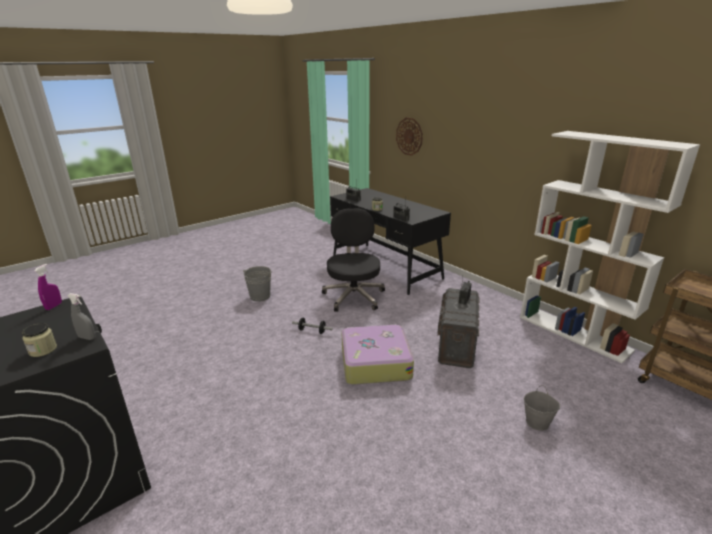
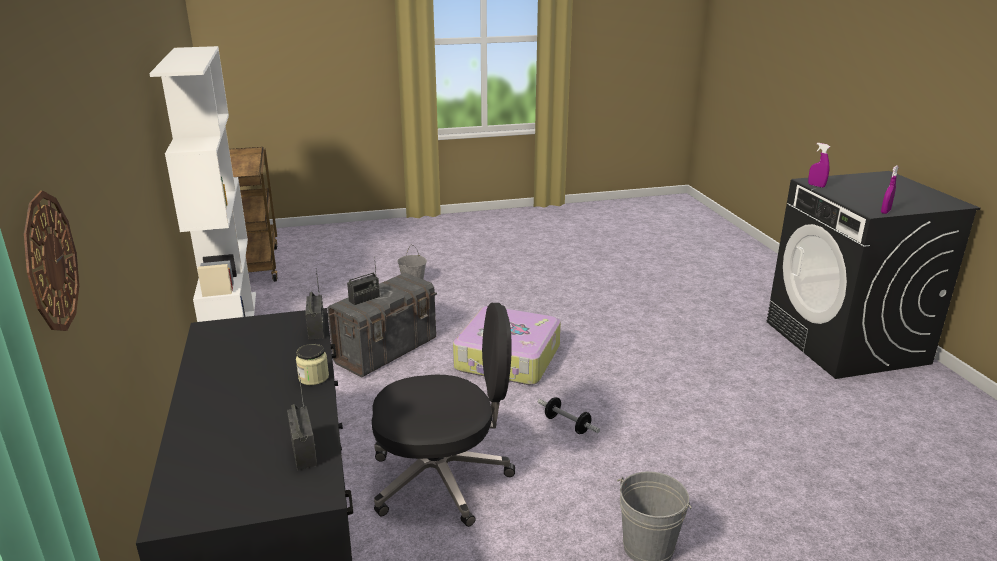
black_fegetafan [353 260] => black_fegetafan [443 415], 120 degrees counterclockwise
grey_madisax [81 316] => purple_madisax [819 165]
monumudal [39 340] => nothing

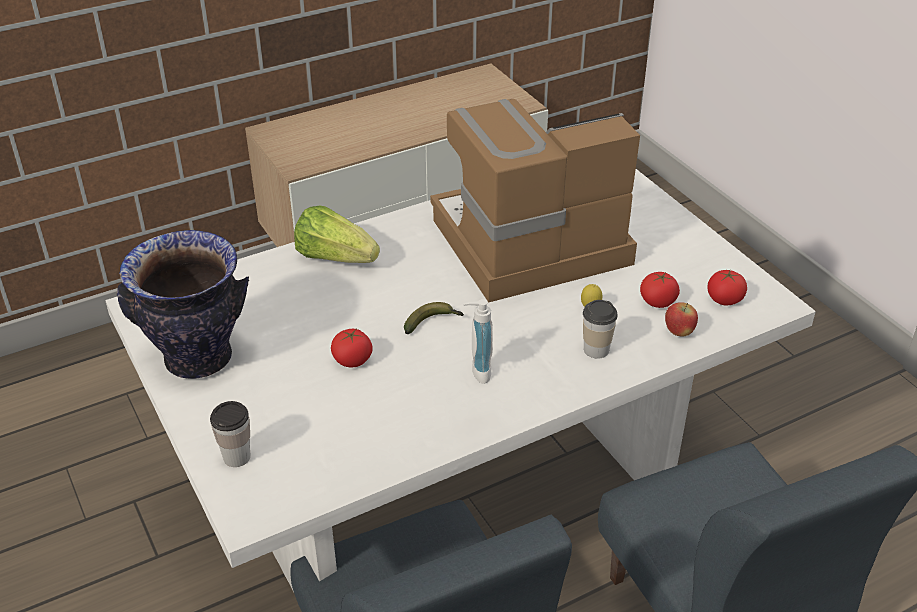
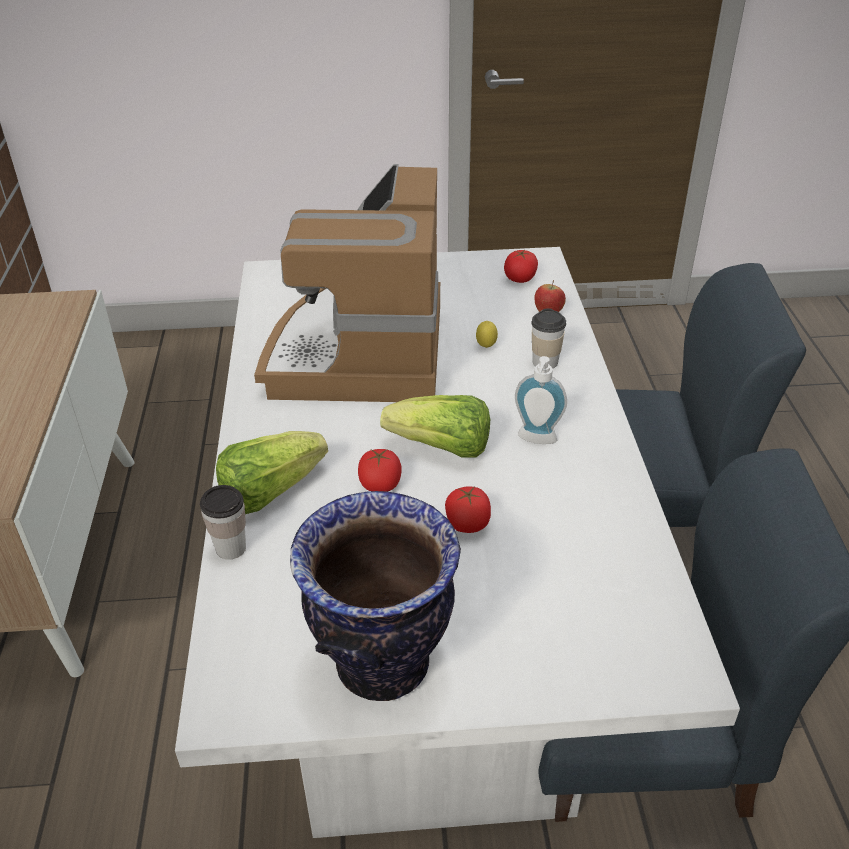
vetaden [230 434] => vetaden [223 522], shifted
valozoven [660 290] => valozoven [380 470], shifted
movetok [434 318] => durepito [435 426]

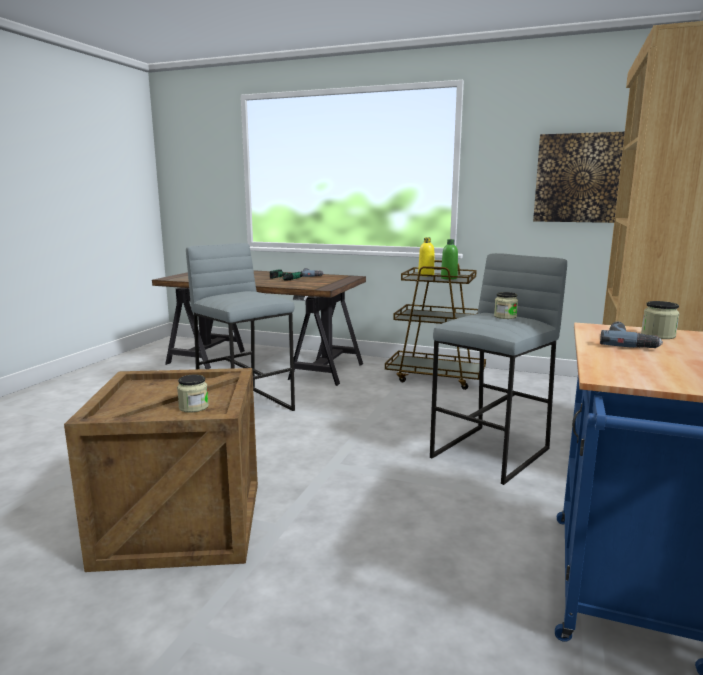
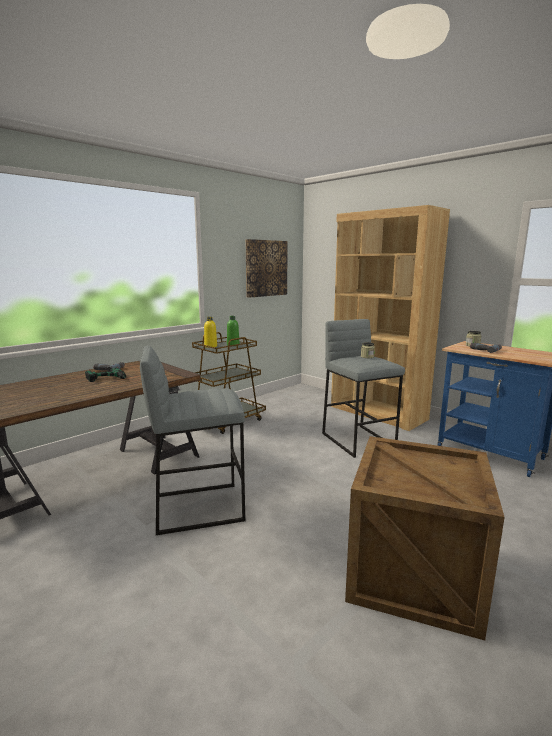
monumudal [193 393] => nothing

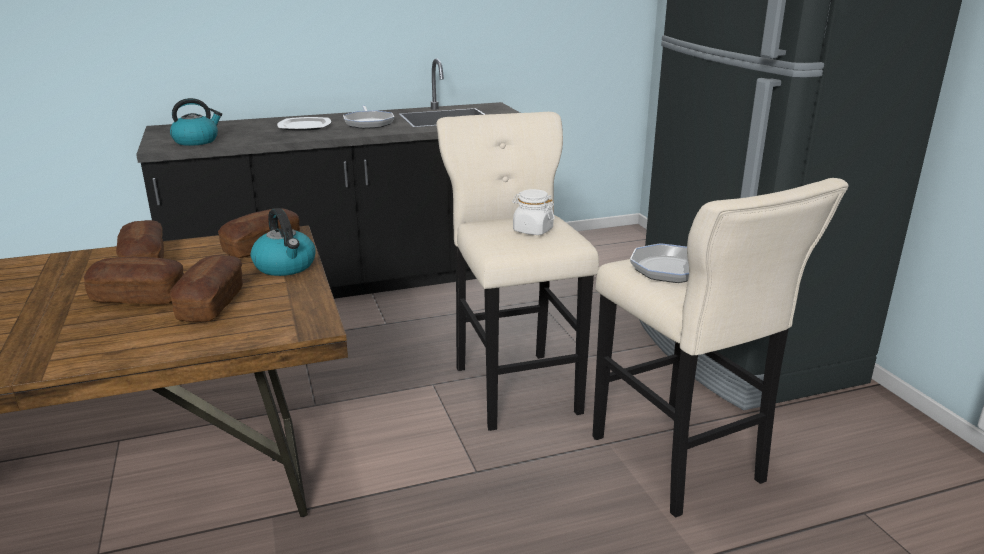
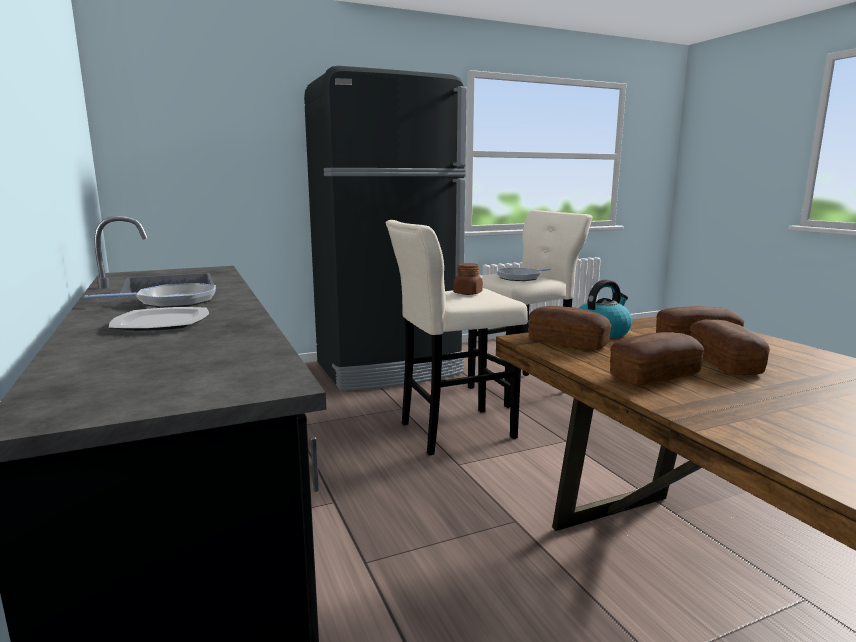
white_monumudal [533 212] => brown_monumudal [468 279]
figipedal [196 122] => nothing

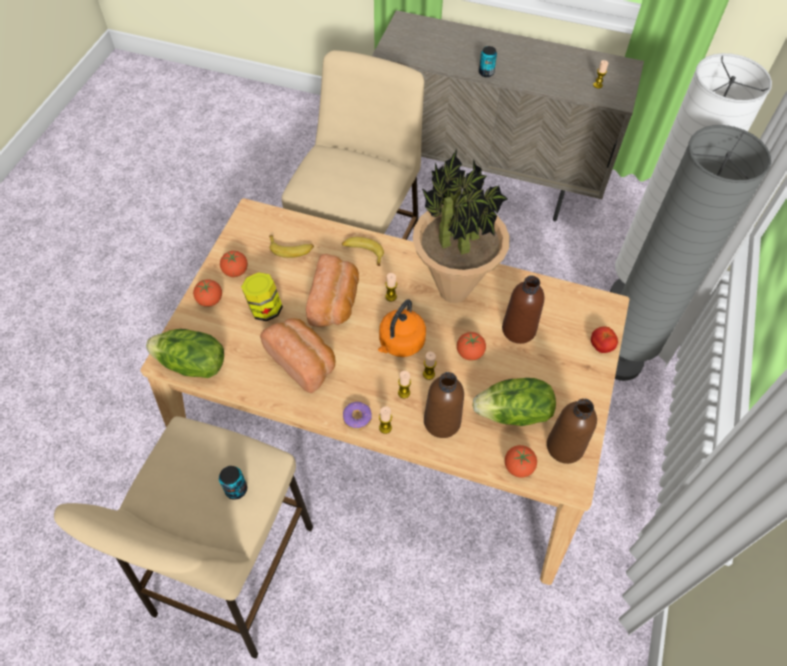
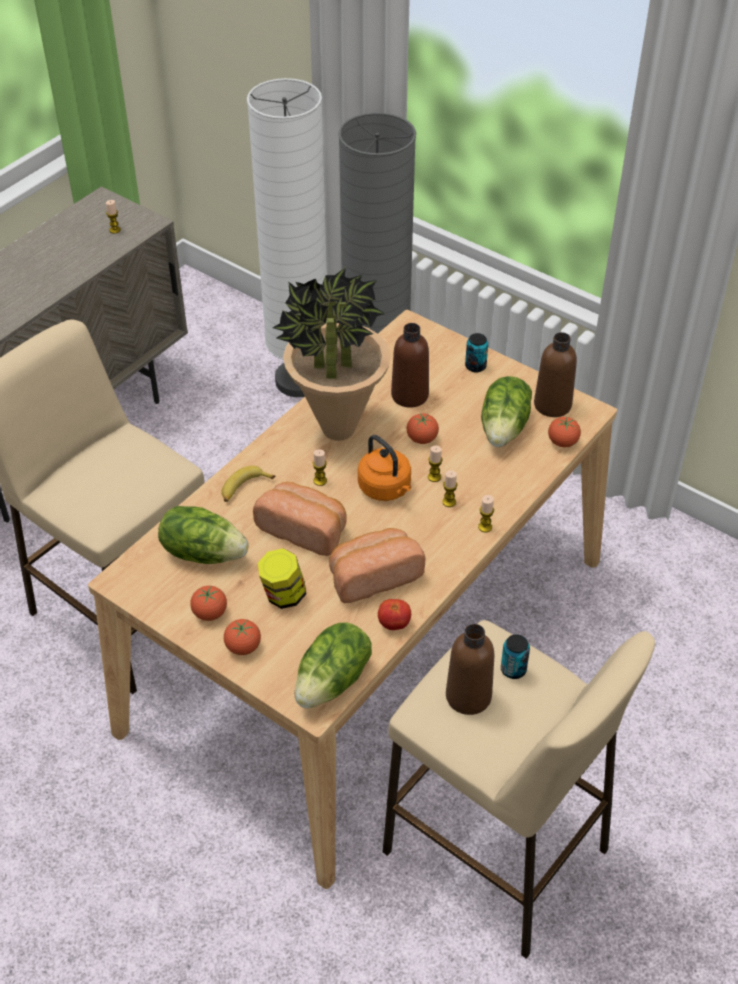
movetok [291 246] => durepito [203 535]
valozoven [604 340] => valozoven [394 614], shifted
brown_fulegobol [444 405] => brown_fulegobol [470 669], shifted
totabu [488 61] => totabu [476 353], shifted
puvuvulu [357 416] => nothing

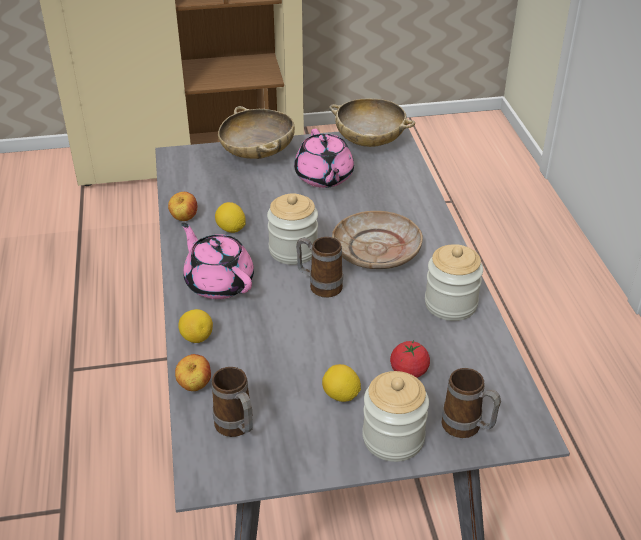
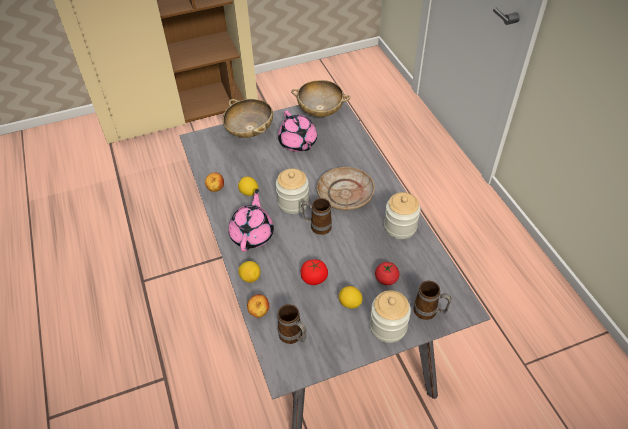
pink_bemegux [217 260] => pink_bemegux [251 220], 60 degrees clockwise
nothing => valozoven [314 272]

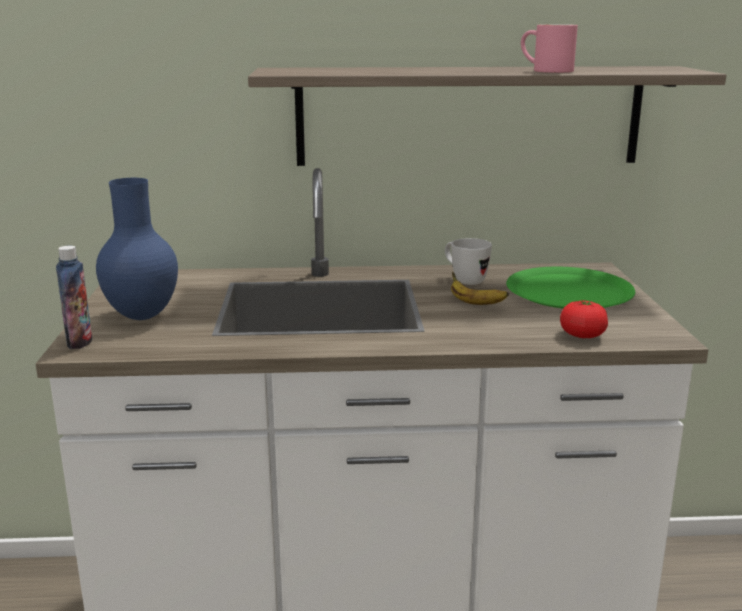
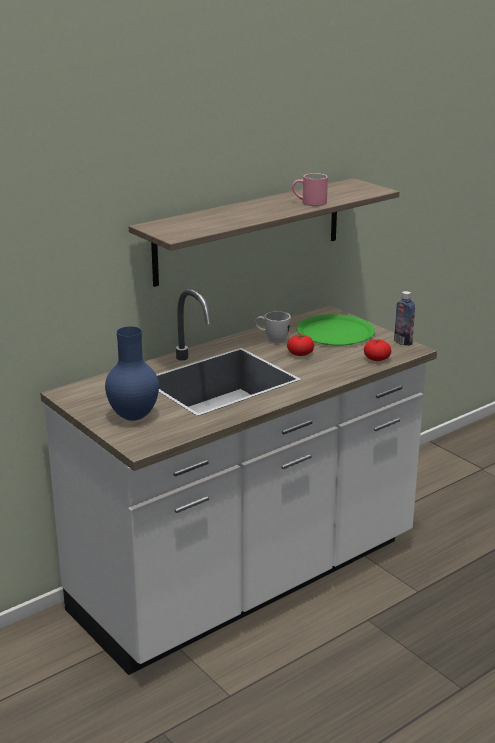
movetok [480 288] => valozoven [300 345]
fulegobol [74 297] => fulegobol [404 318], shifted

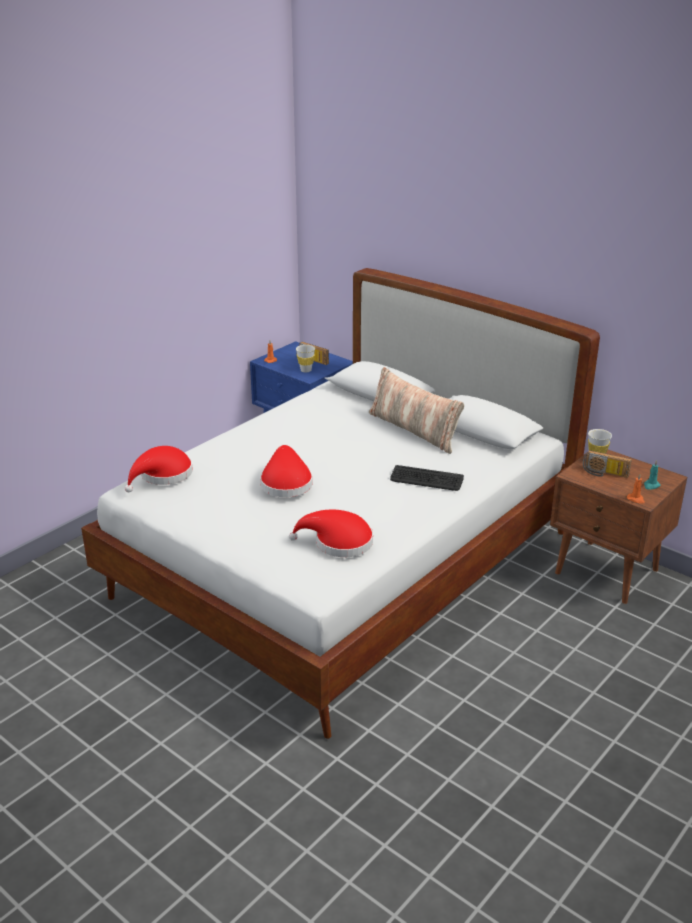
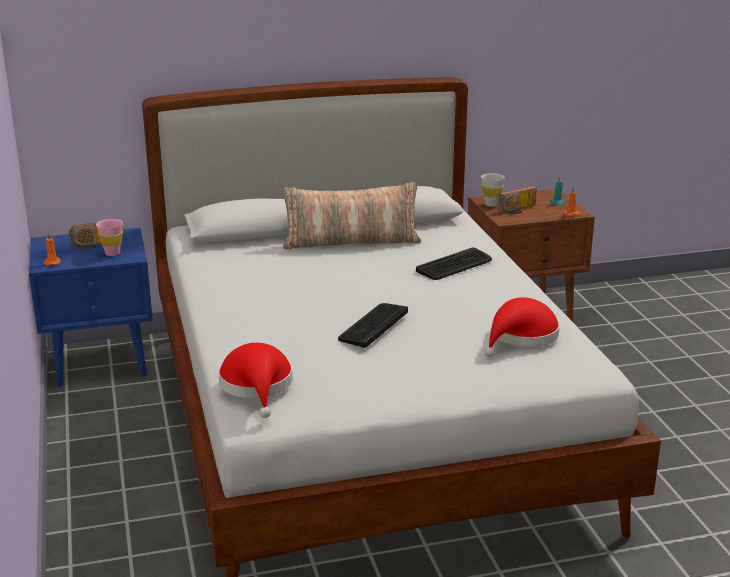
white_vetaden [305 359] => pink_vetaden [109 237]
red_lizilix [286 471] => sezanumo [373 325]

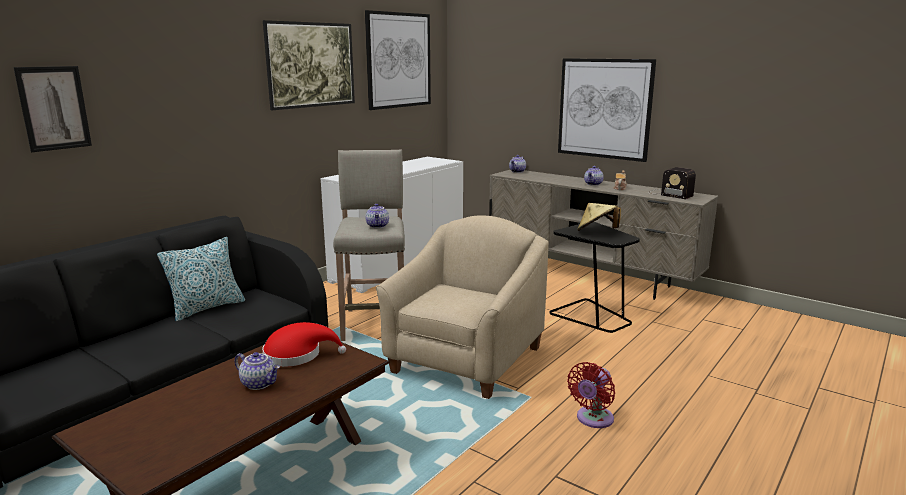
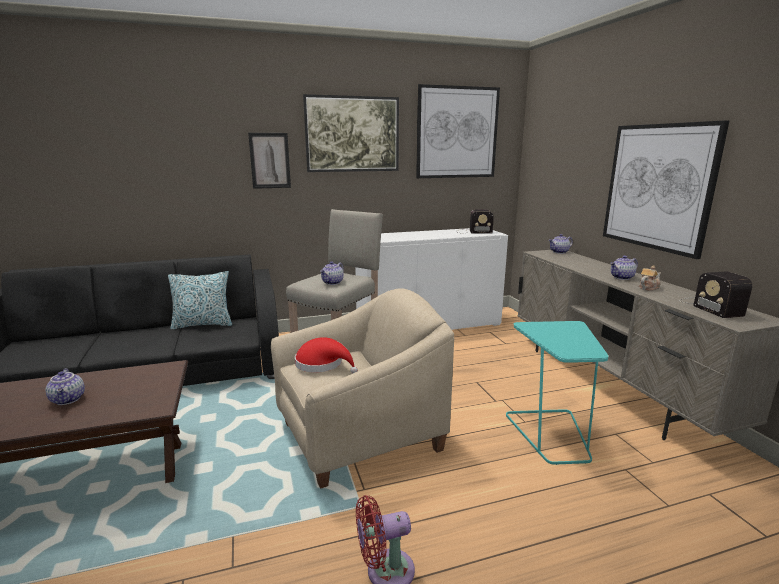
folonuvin [52 109] => folonuvin [269 161], shifted
red_lizilix [304 344] => red_lizilix [326 355], shifted
nothing => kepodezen [475 221]
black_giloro [595 277] => turquoise_giloro [557 393]
beige_lizilix [599 217] => nothing

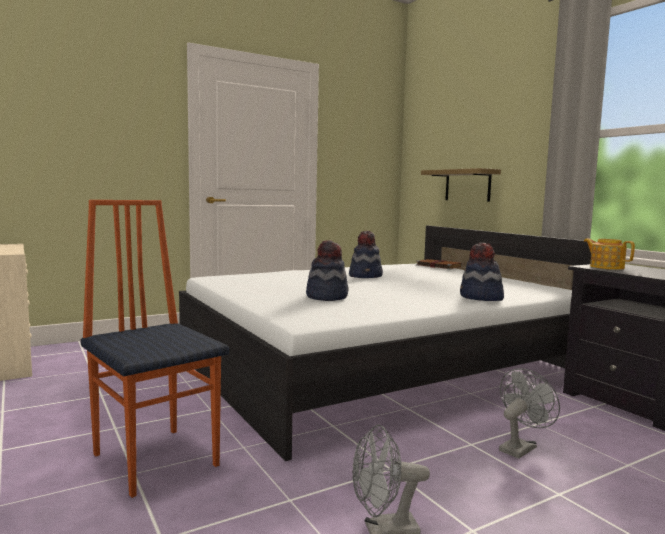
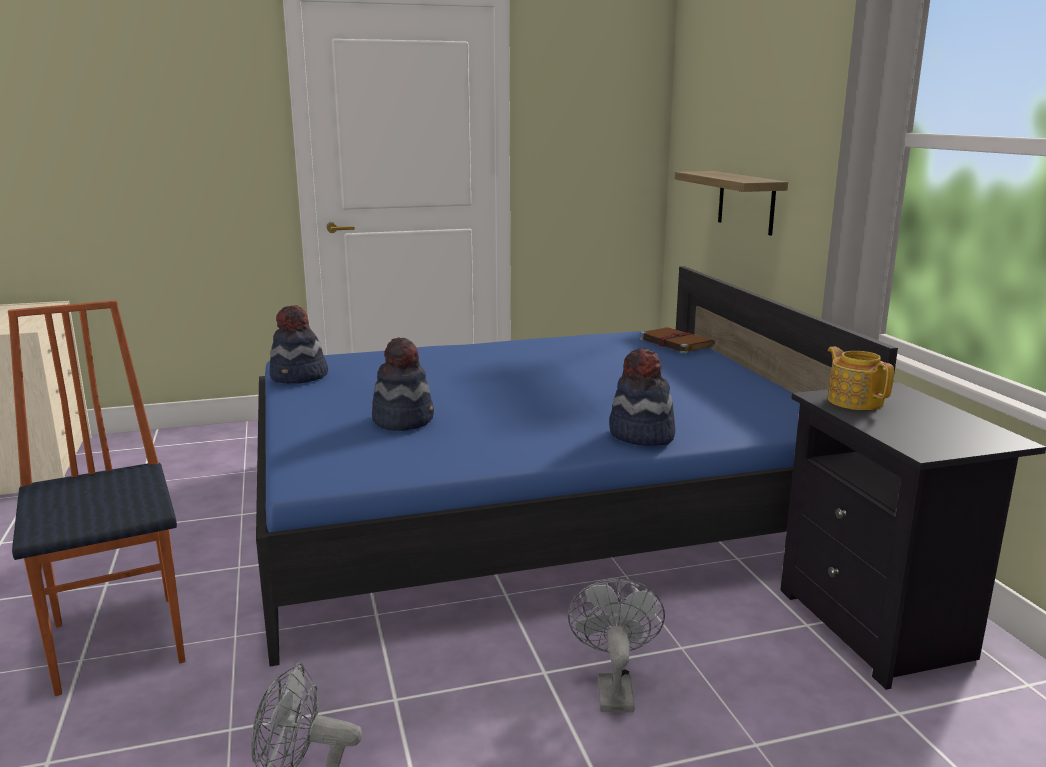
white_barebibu [385 343] => blue_barebibu [577 466]
lizilix [366 254] => lizilix [298 344], shifted
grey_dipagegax [529 413] => grey_dipagegax [616 646], 60 degrees counterclockwise

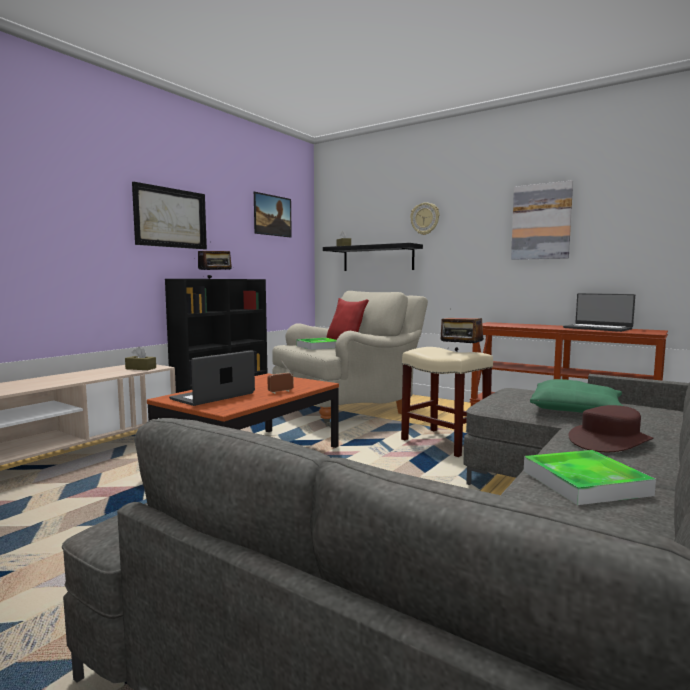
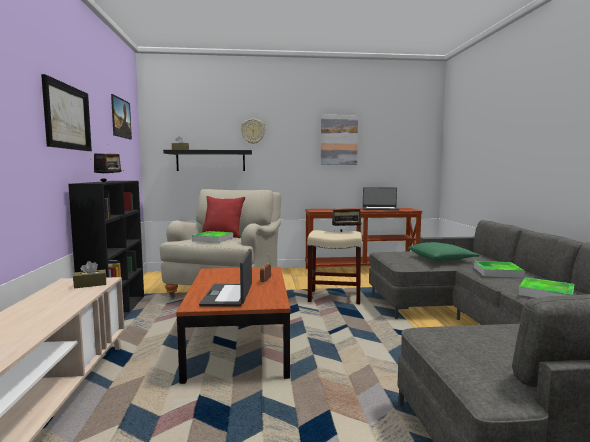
brown_lizilix [611 428] => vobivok [499 269]

